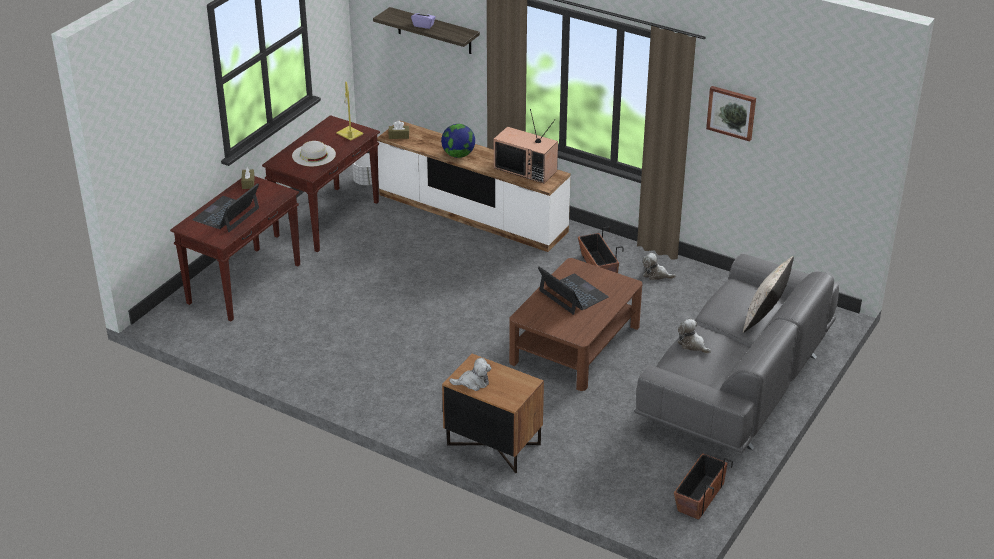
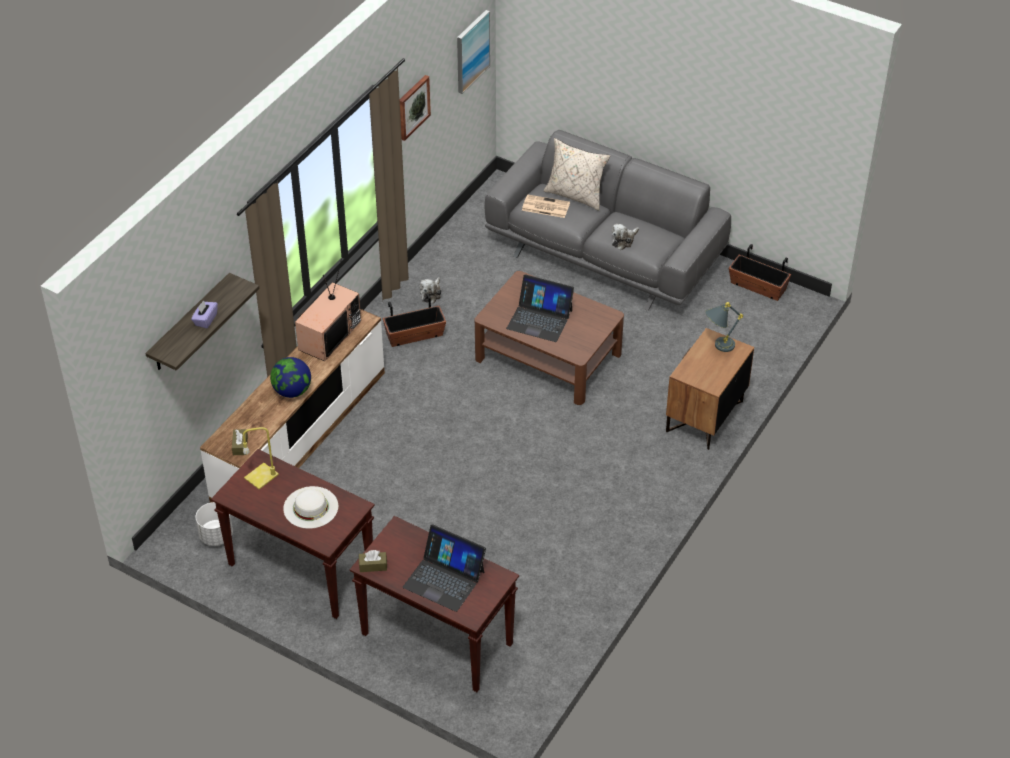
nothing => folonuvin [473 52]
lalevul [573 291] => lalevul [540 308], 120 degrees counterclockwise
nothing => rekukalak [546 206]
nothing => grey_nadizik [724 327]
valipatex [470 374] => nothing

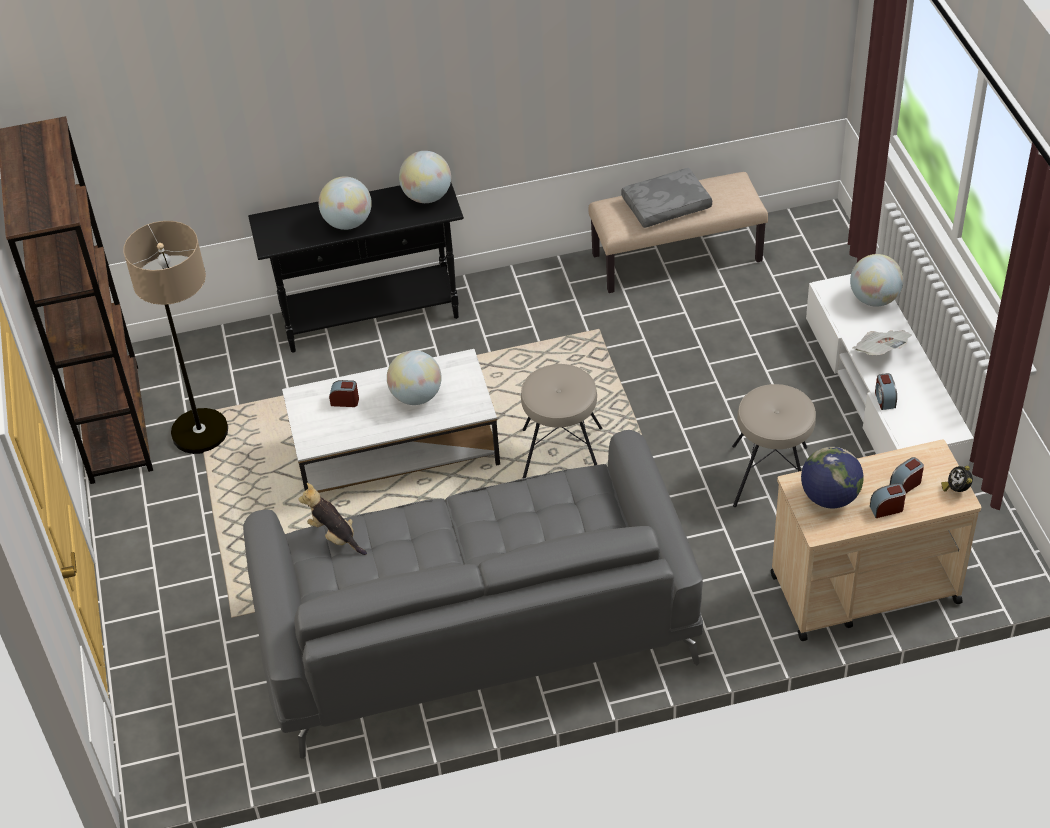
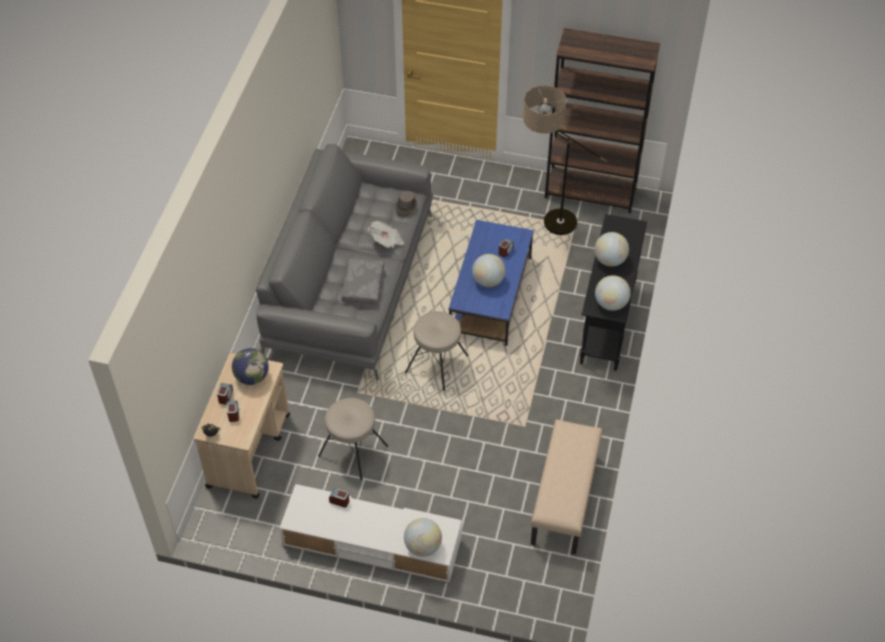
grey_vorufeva [666 198] => grey_vorufeva [363 281], shifted
rekukalak [882 342] => rekukalak [386 234], shifted
valipatex [332 519] => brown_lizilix [406 204]
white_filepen [391 428] => blue_filepen [491 283]

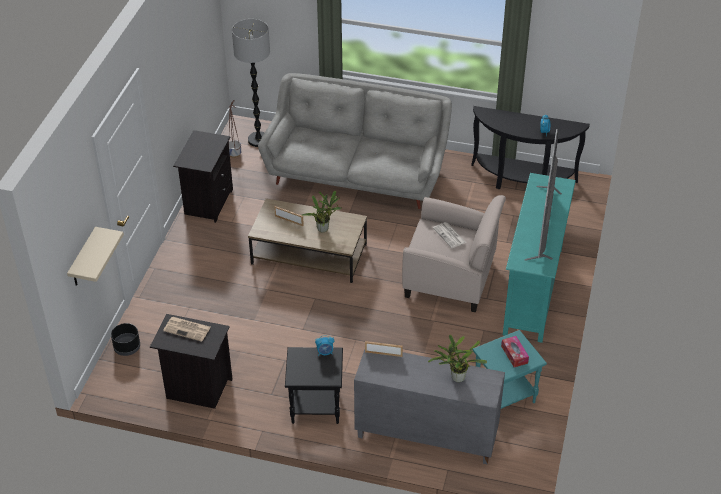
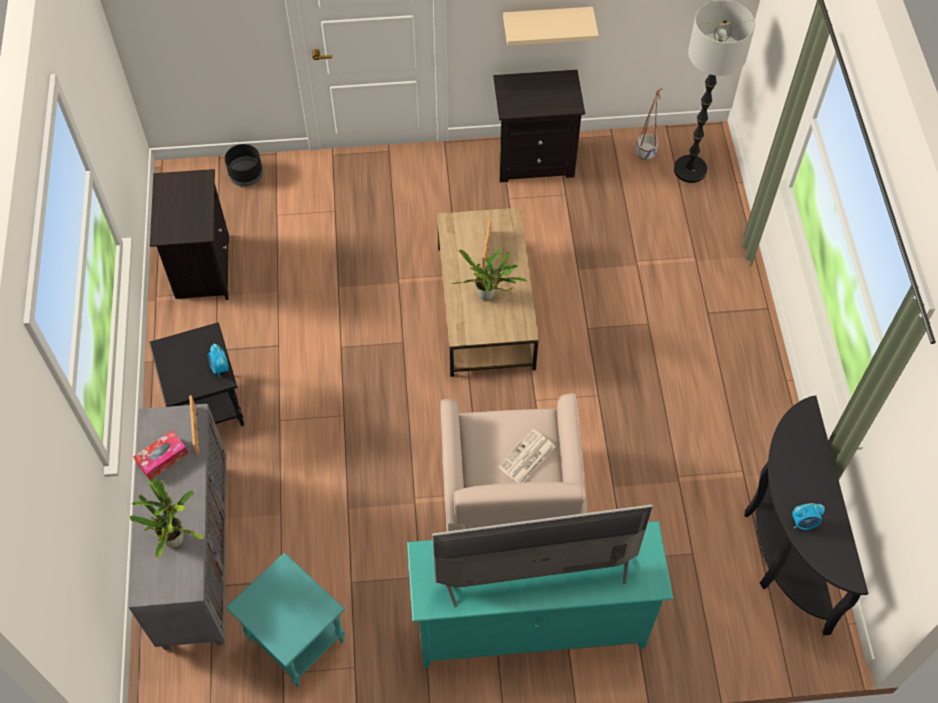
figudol [515 351] => figudol [161 455], shifted
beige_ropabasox [95 256] => beige_ropabasox [551 26], shifted
rekukalak [187 329] => nothing
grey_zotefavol [355 141] => nothing

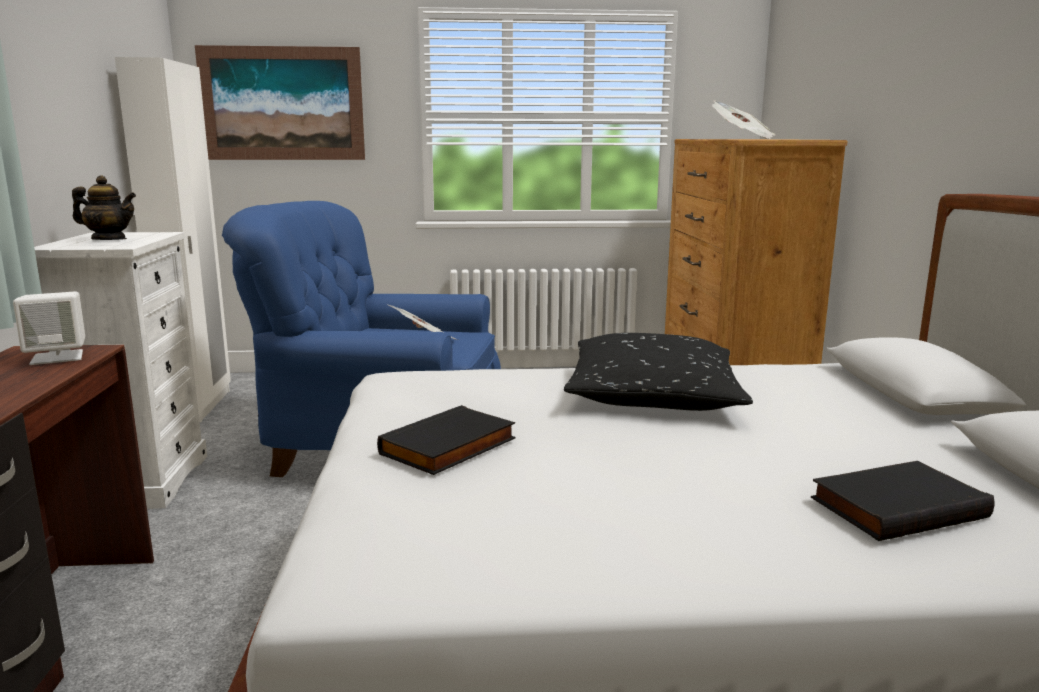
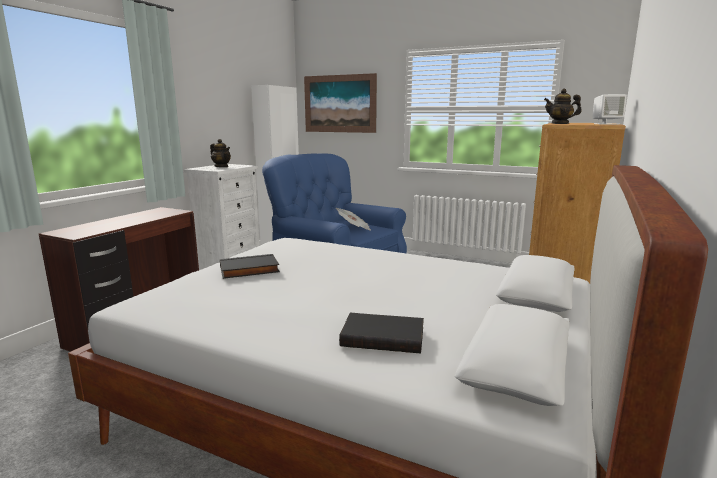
rekukalak [743 119] => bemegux [563 106]
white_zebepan [49 328] => white_zebepan [609 109], shifted
black_vorufeva [658 372] => nothing

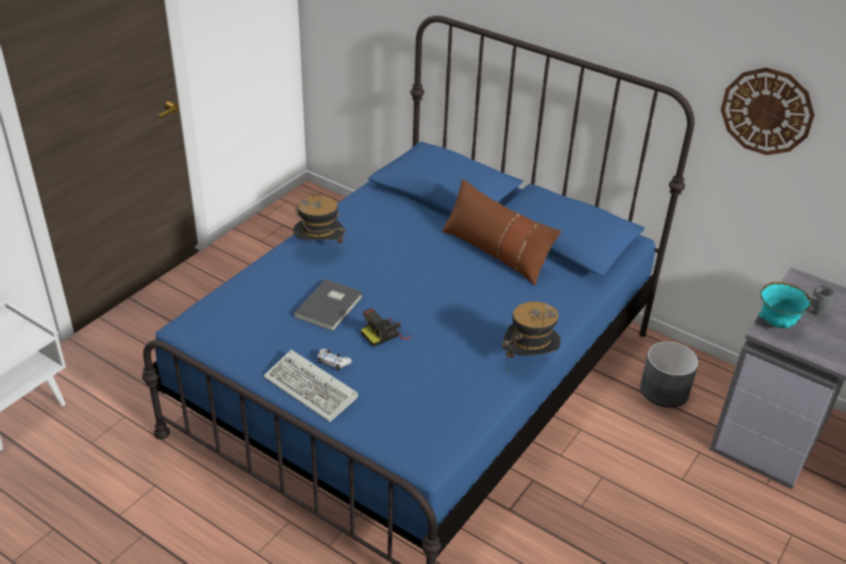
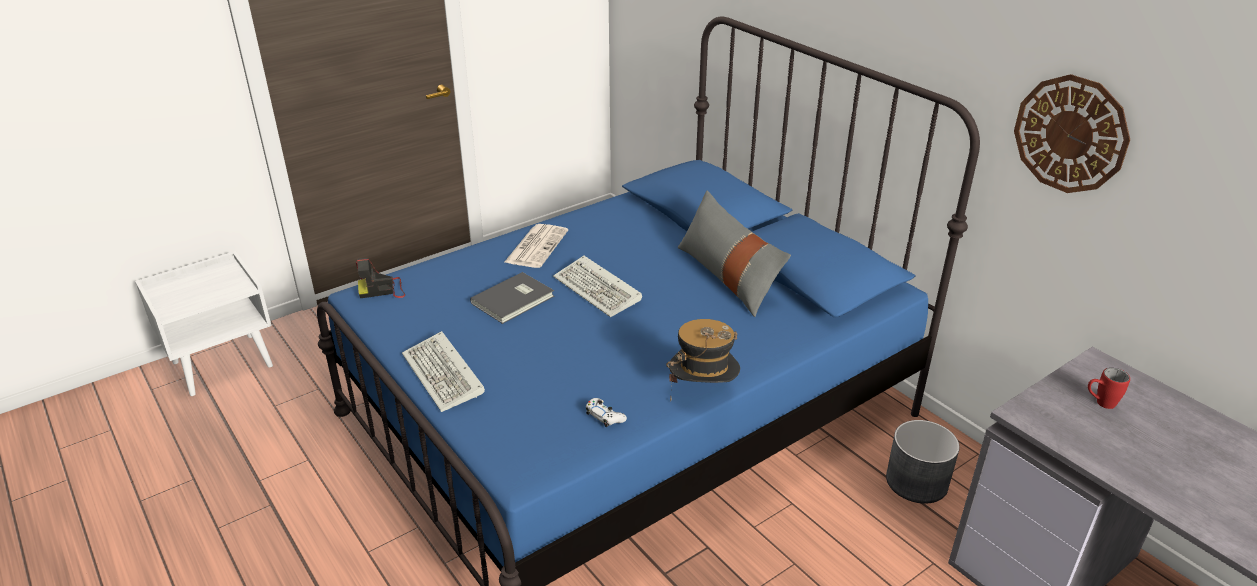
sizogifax [386 327] => sizogifax [380 278], shifted
lizilix [319 217] => rekukalak [536 246]
nothing => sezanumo [597 286]
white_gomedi [335 360] => white_gomedi [606 412], shifted
brown_vorufeva [501 232] => grey_vorufeva [734 254]
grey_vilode [822 300] => red_vilode [1109 388]
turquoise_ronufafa [785 305] => nothing

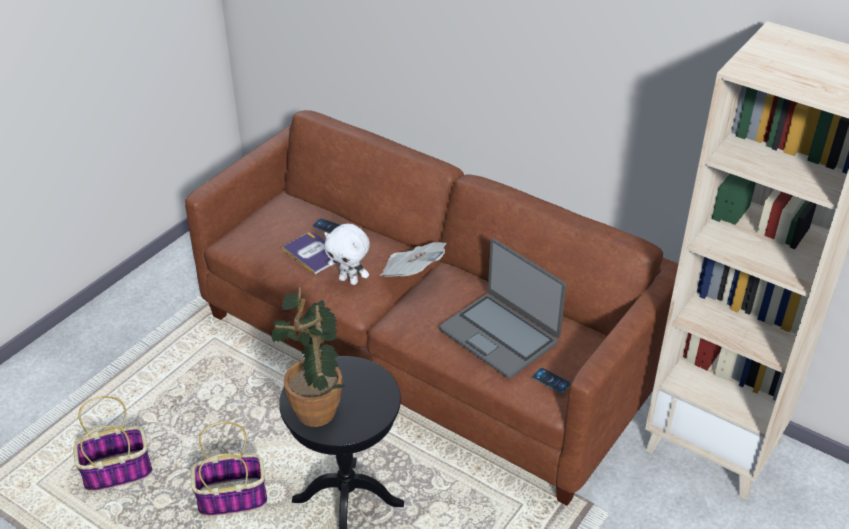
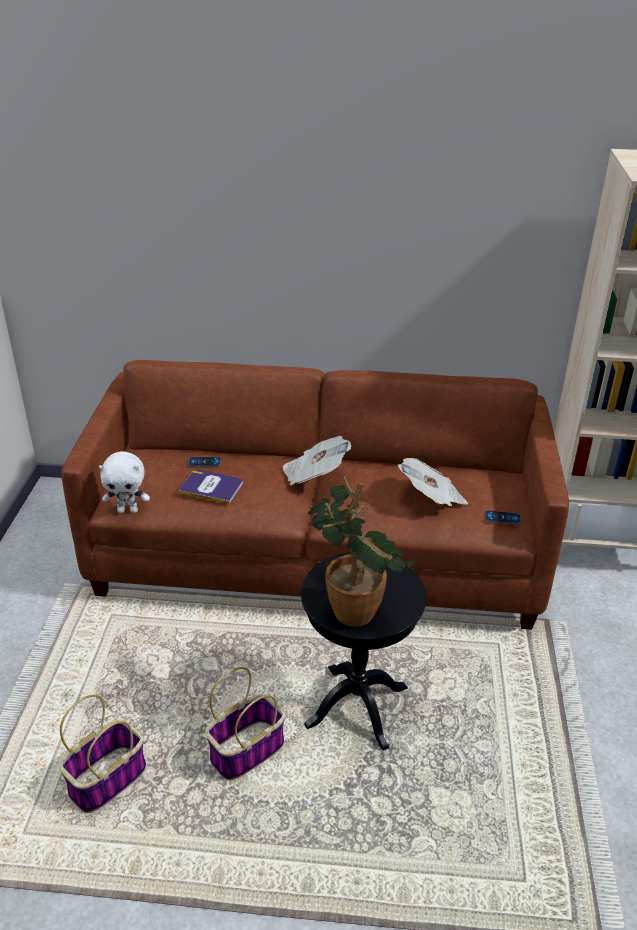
white_valipatex [347 254] => white_valipatex [124 482], shifted
lalevul [503 308] => rekukalak [433 482]

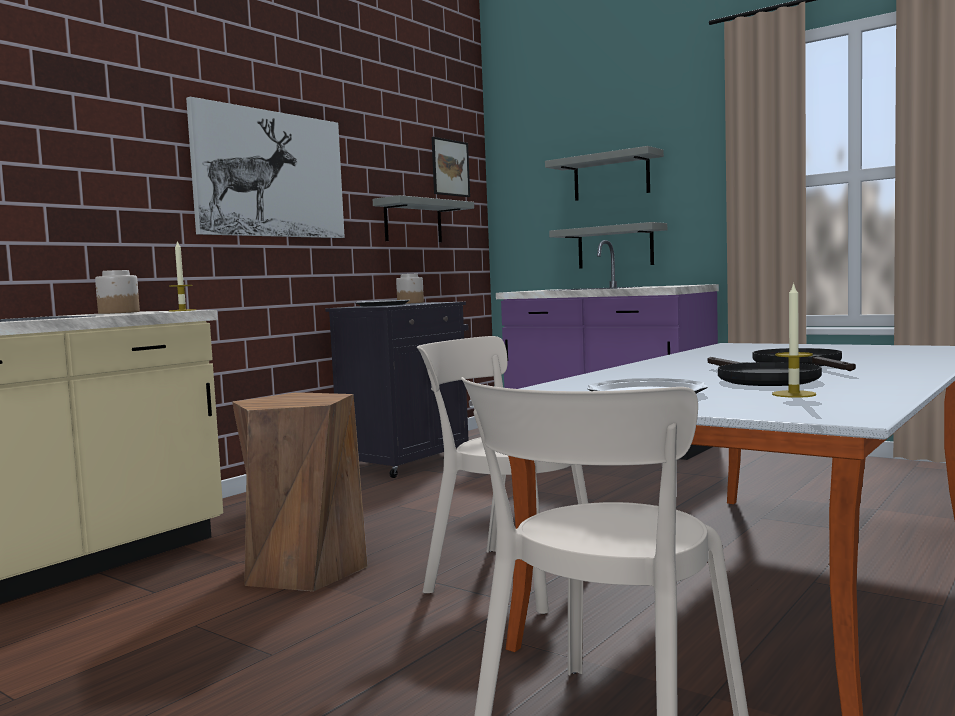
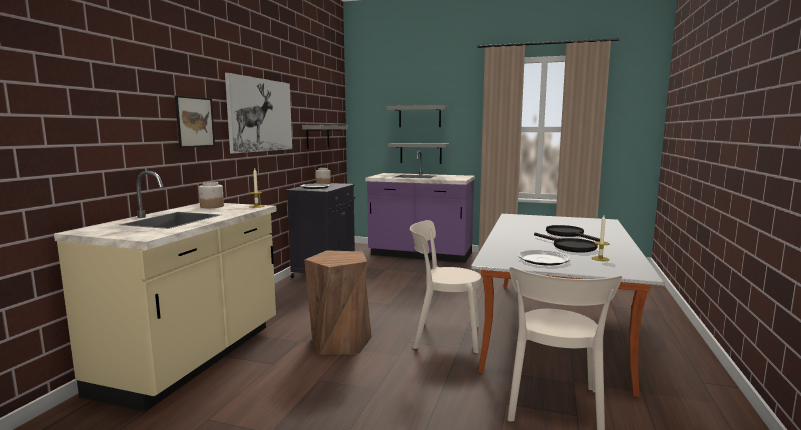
folonuvin [451 167] => folonuvin [195 121], shifted

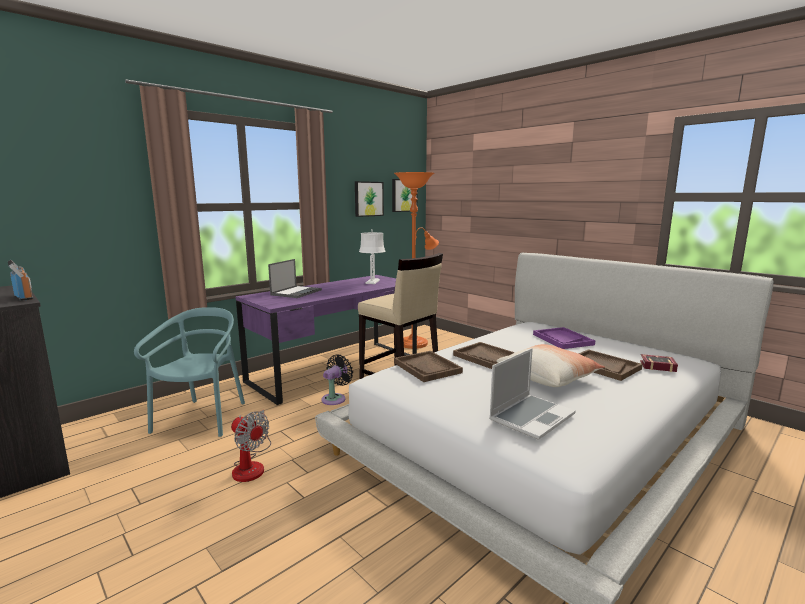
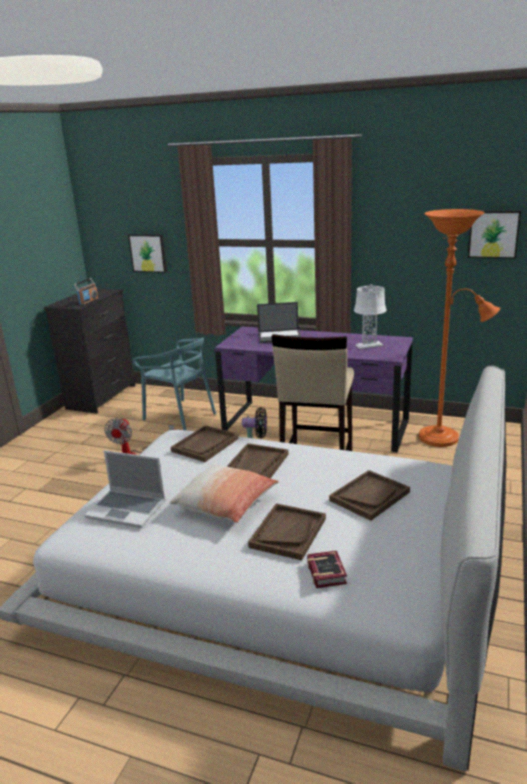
folonuvin [369 199] => folonuvin [147 253], shifted
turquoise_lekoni [189 372] => turquoise_lekoni [174 384], 60 degrees clockwise
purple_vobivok [564 338] => brown_vobivok [369 495]

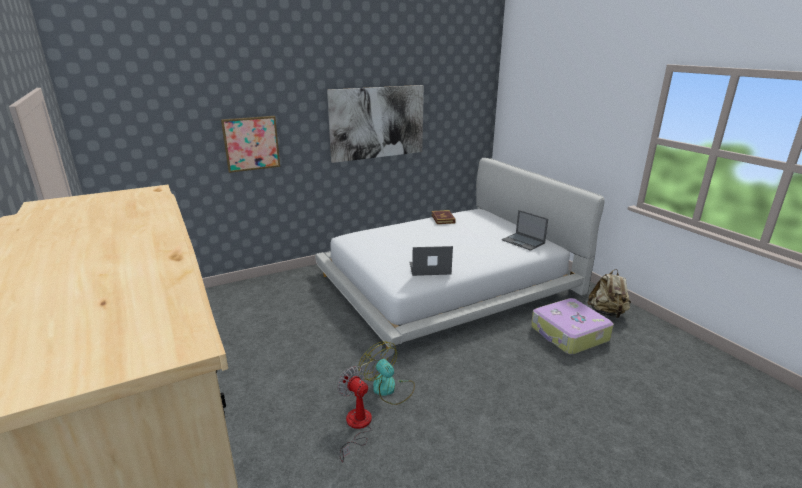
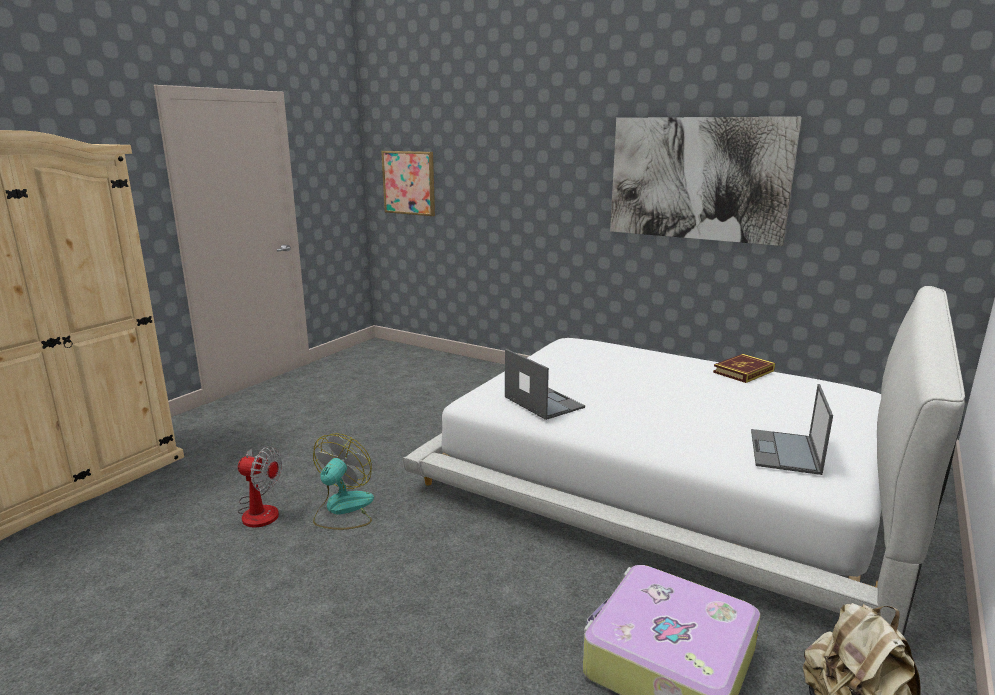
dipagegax [354 414] => dipagegax [259 487], 90 degrees clockwise
folonuvin [250 144] => folonuvin [408 183], shifted

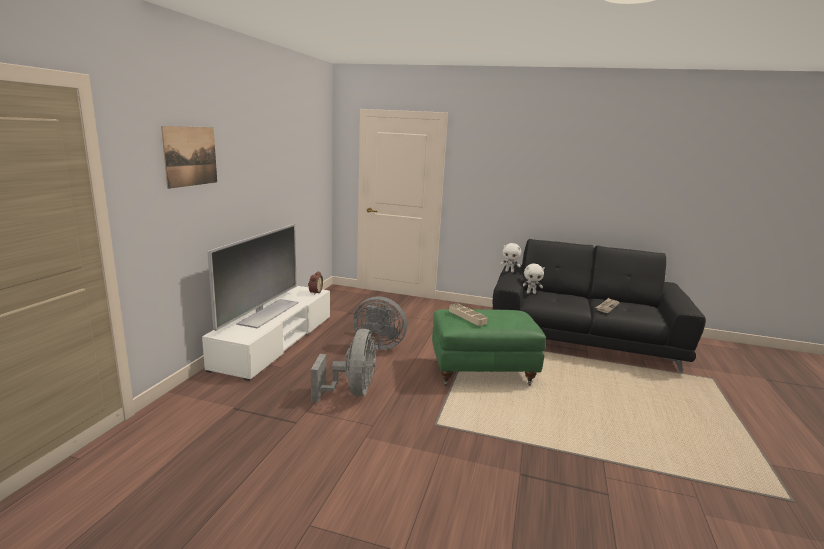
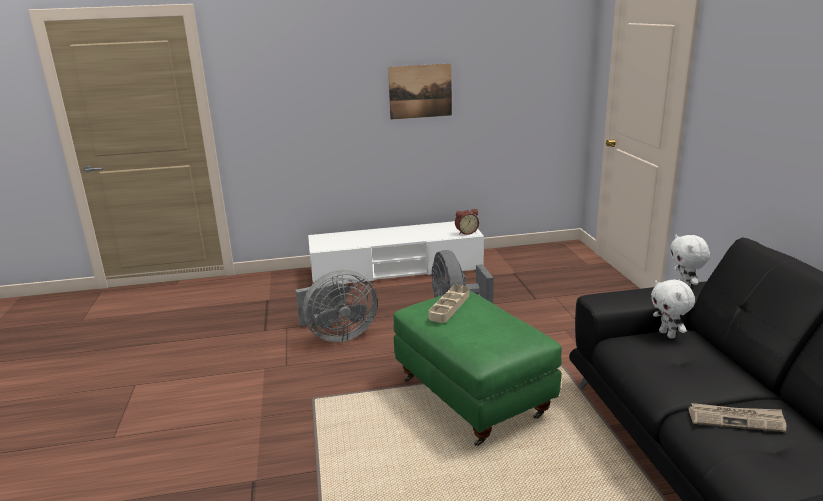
folonuvin [189 157] => folonuvin [420 91], shifted
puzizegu [253 277] => nothing

